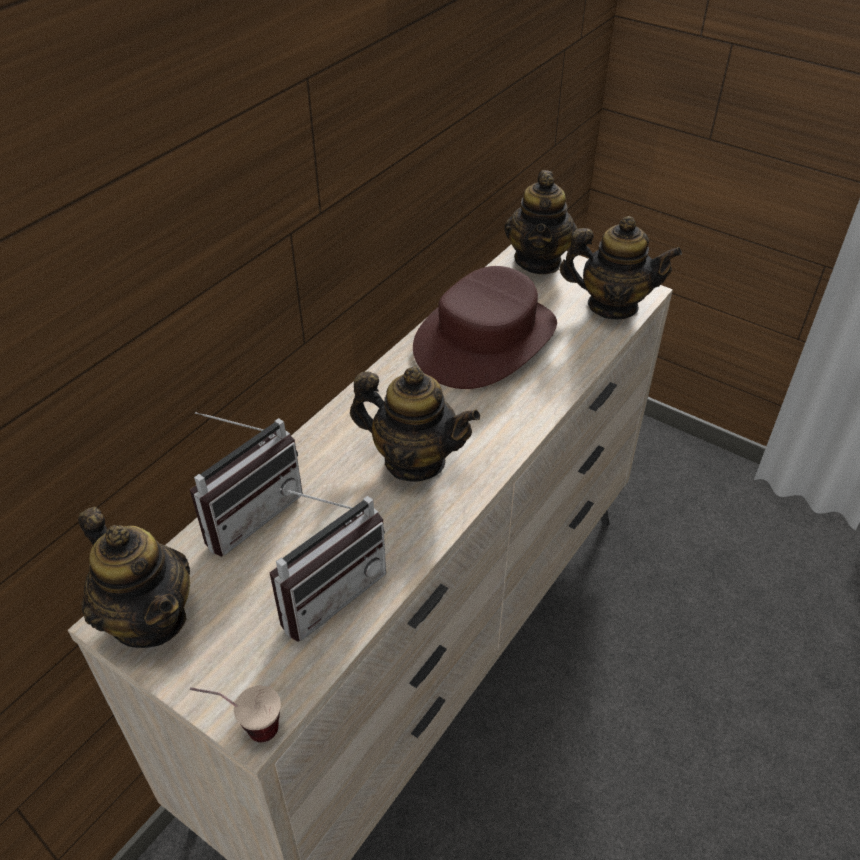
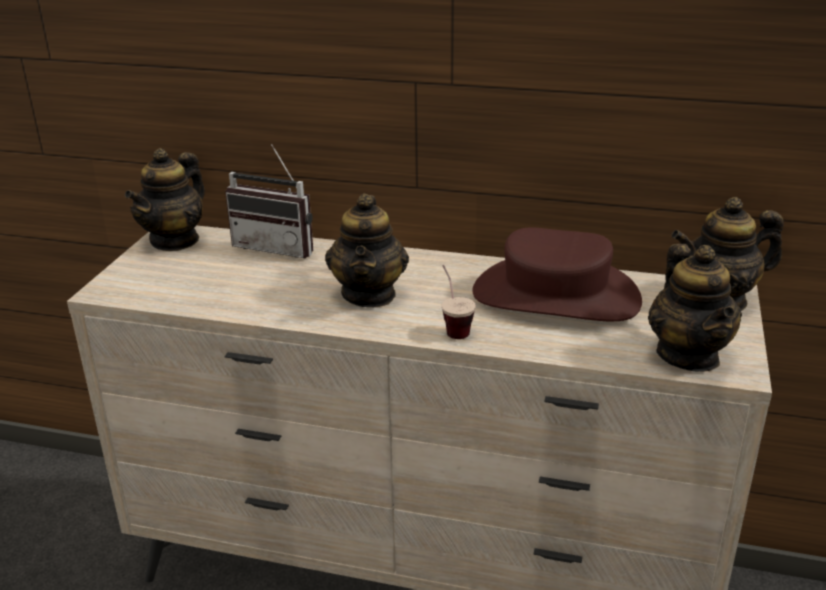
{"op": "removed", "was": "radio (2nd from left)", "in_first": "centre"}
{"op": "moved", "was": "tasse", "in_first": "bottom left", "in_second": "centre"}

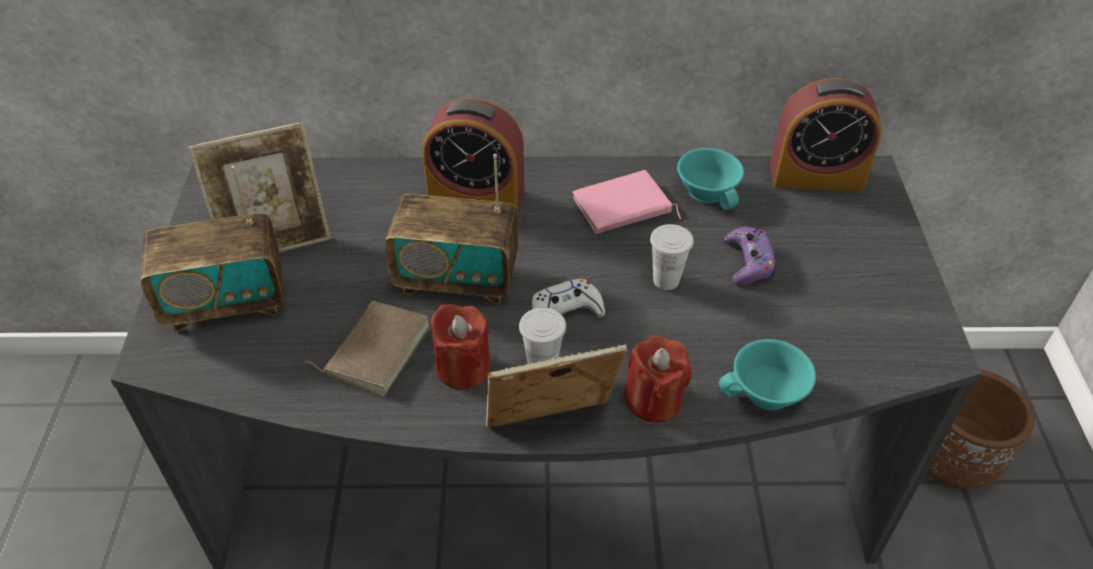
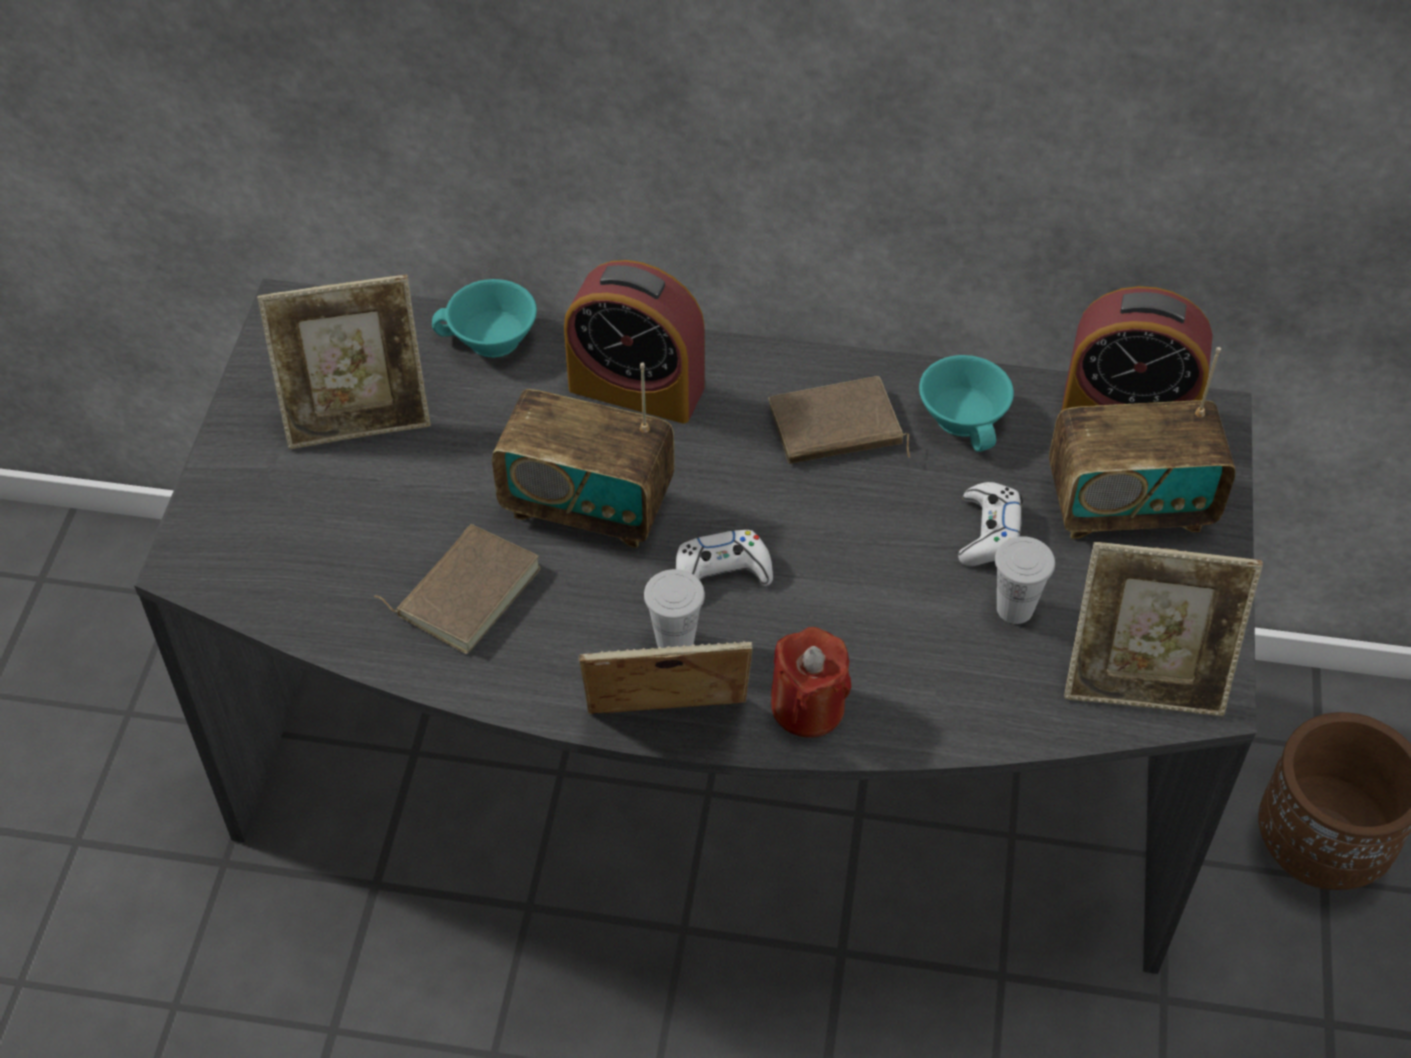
{"op": "moved", "was": "radio (1st from left in the first image)", "now": "radio (2nd from left)", "in_first": "middle left", "in_second": "middle right"}
{"op": "recoloured", "was": "livre/rose", "now": "livre/marron (2nd from left)", "in_first": "centre", "in_second": "centre"}
{"op": "moved", "was": "tasse/blanc (2nd from left)", "in_first": "centre", "in_second": "middle right"}
{"op": "recoloured", "was": "manette/violet", "now": "manette/blanc (2nd from left)", "in_first": "middle right", "in_second": "middle right"}
{"op": "removed", "was": "bougie/rouge (1st from left)", "in_first": "centre"}
{"op": "moved", "was": "tasse/turquoise (2nd from left in the first image)", "now": "tasse/turquoise (1st from left)", "in_first": "middle right", "in_second": "top centre"}
{"op": "added", "now": "cadre photo (3rd from left)", "in_second": "middle right"}

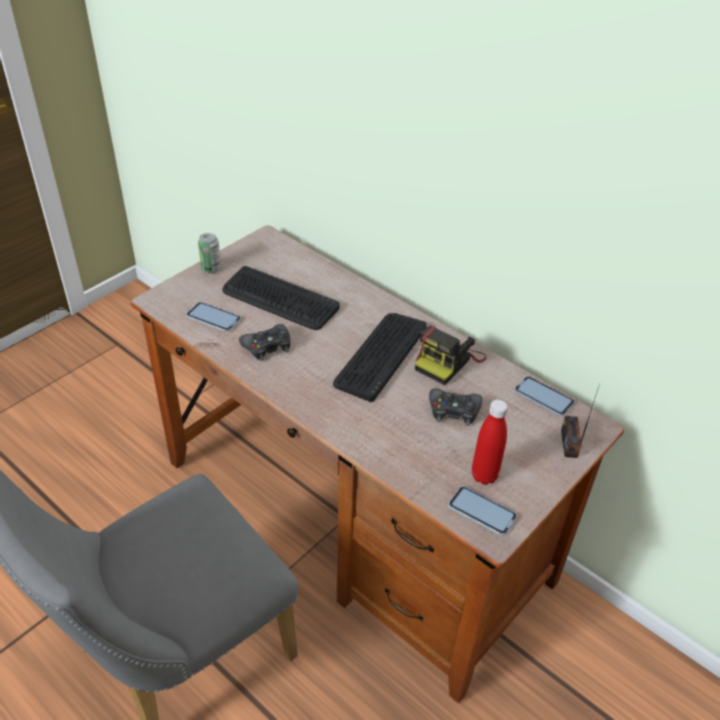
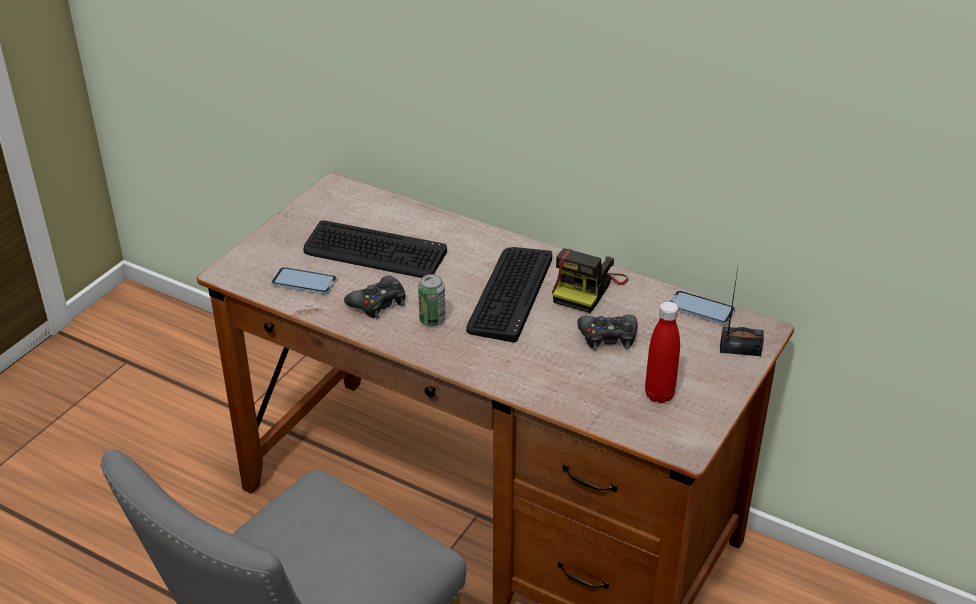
{"op": "moved", "was": "boîte métallique", "in_first": "middle left", "in_second": "centre"}
{"op": "turned", "was": "radio", "in_first": "middle right", "in_second": "middle right", "clockwise": 105}
{"op": "removed", "was": "téléphone (2nd from left)", "in_first": "bottom right"}

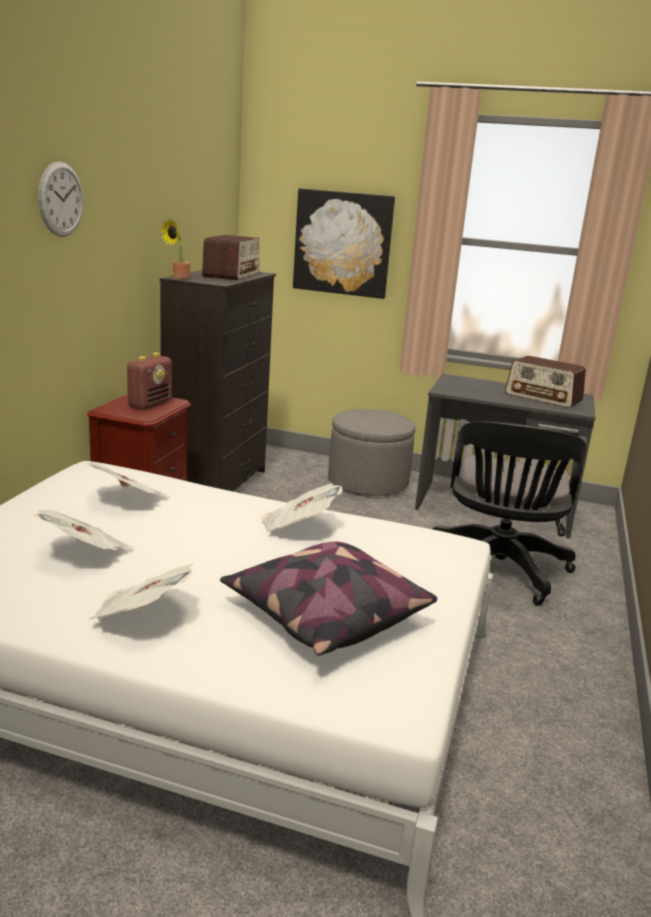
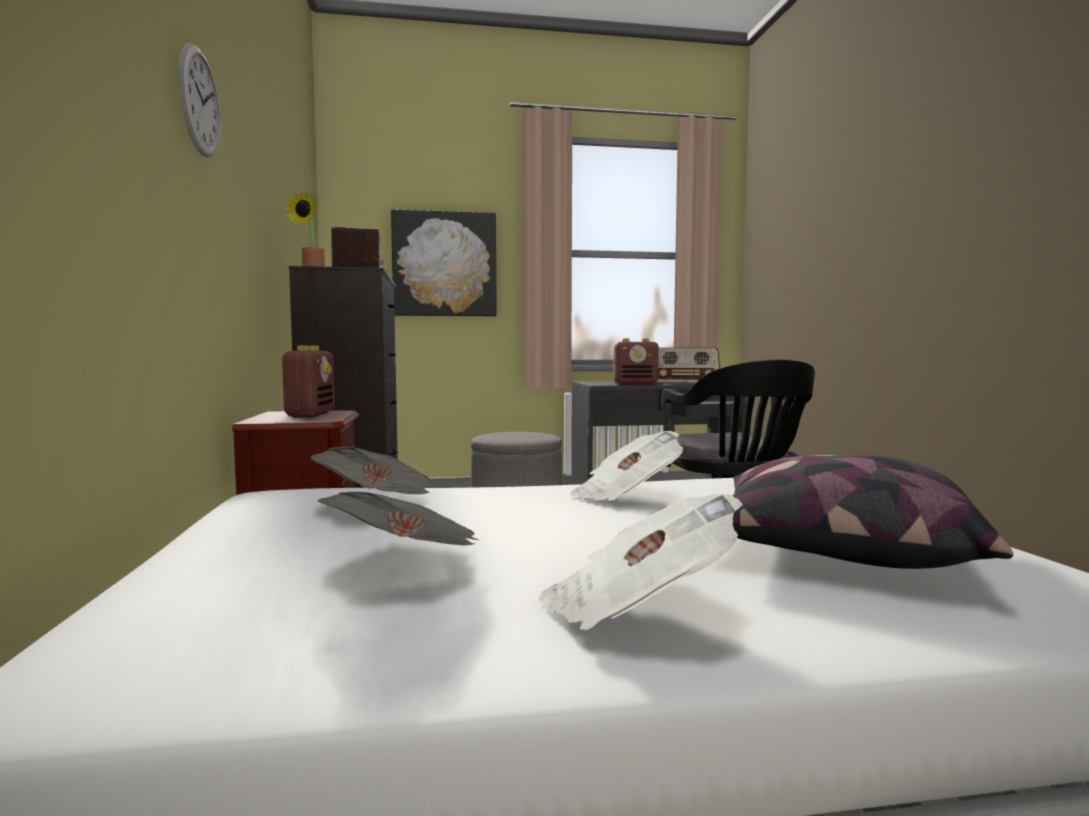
{"op": "added", "now": "radio (3rd from left)", "in_second": "centre"}

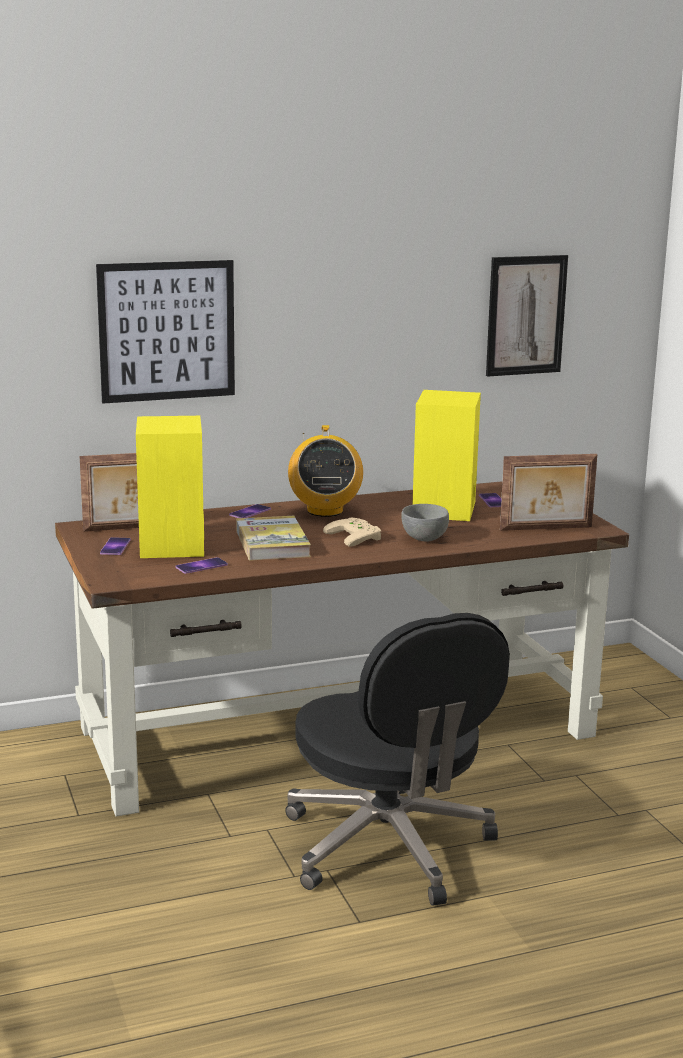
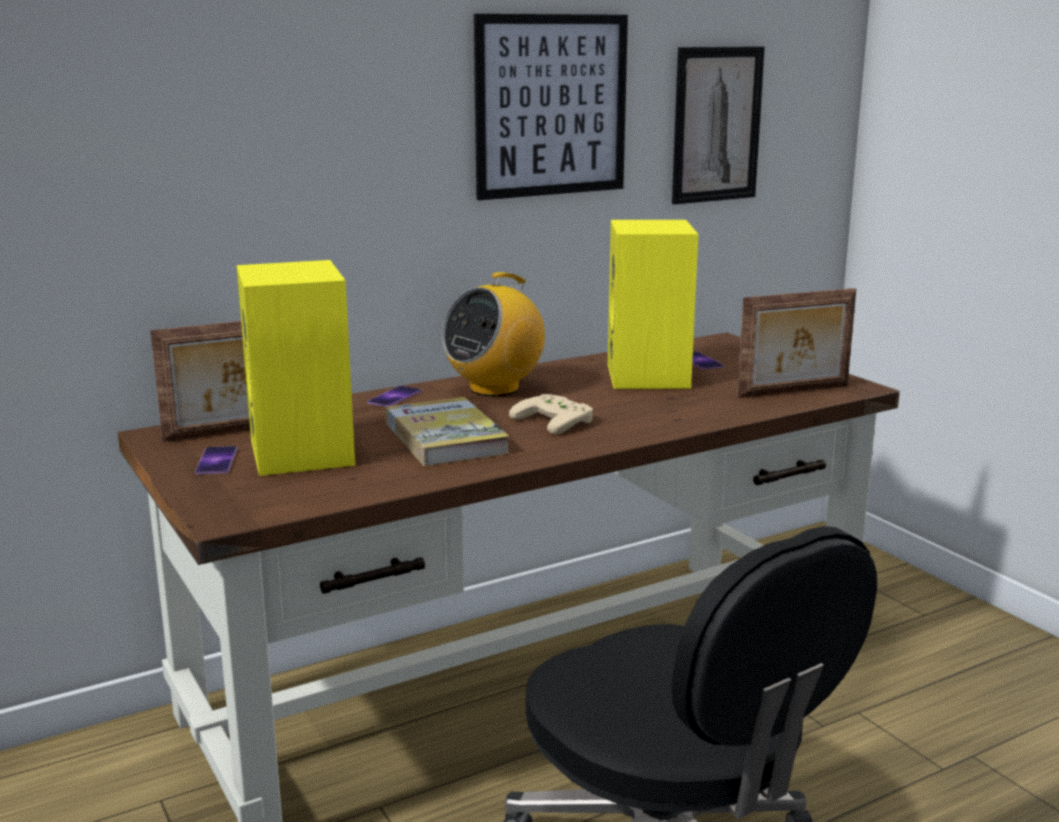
{"op": "moved", "was": "tableau (1st from left)", "in_first": "top left", "in_second": "top centre"}
{"op": "turned", "was": "radio", "in_first": "centre", "in_second": "centre", "clockwise": 60}
{"op": "removed", "was": "bol/gris", "in_first": "centre"}
{"op": "removed", "was": "téléphone (2nd from left)", "in_first": "middle left"}

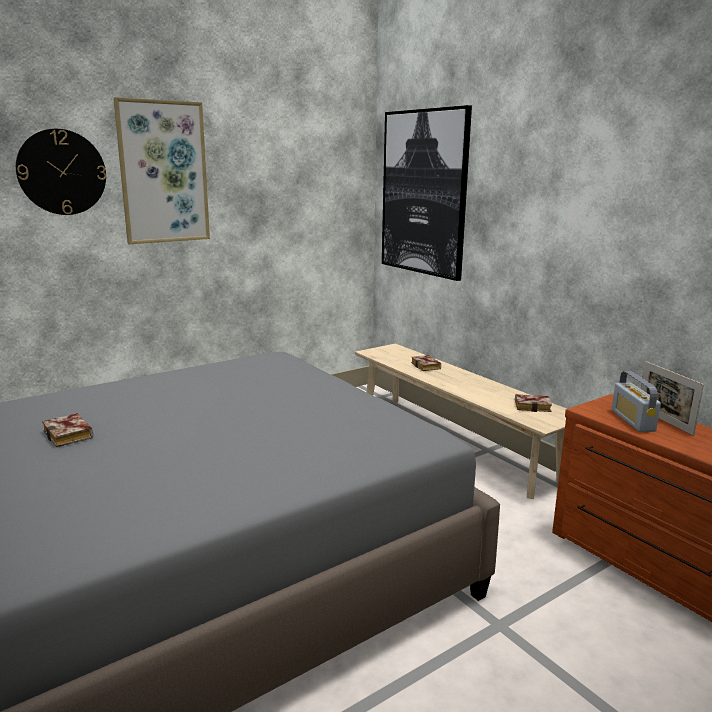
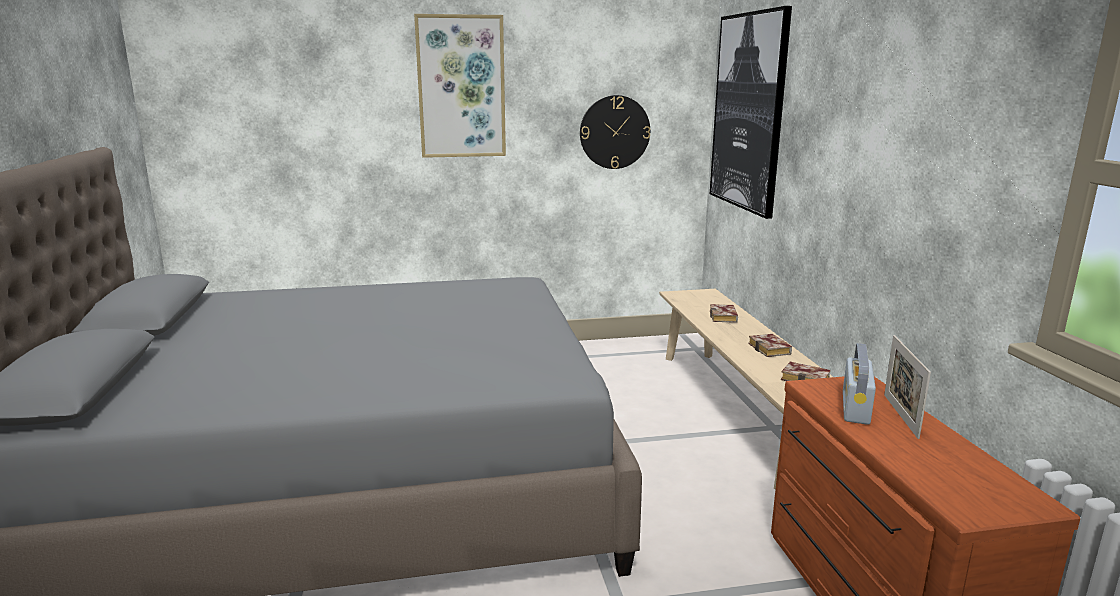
{"op": "moved", "was": "horloge murale", "in_first": "top left", "in_second": "top centre"}
{"op": "moved", "was": "livre (1st from left in the first image)", "now": "livre (2nd from left)", "in_first": "middle left", "in_second": "middle right"}

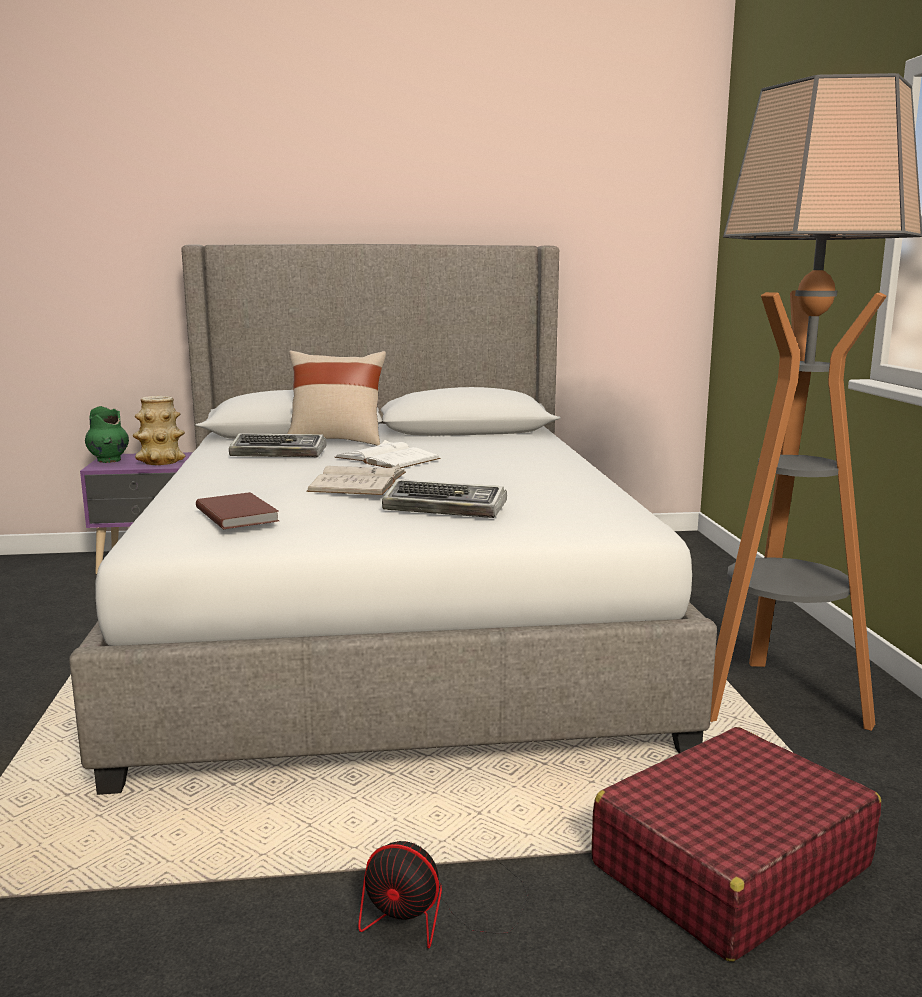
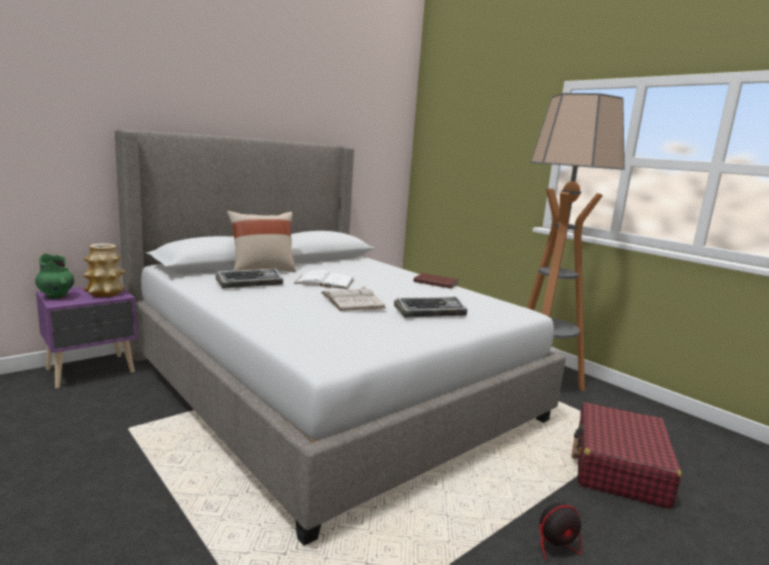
{"op": "moved", "was": "livre/marron", "in_first": "middle left", "in_second": "centre"}

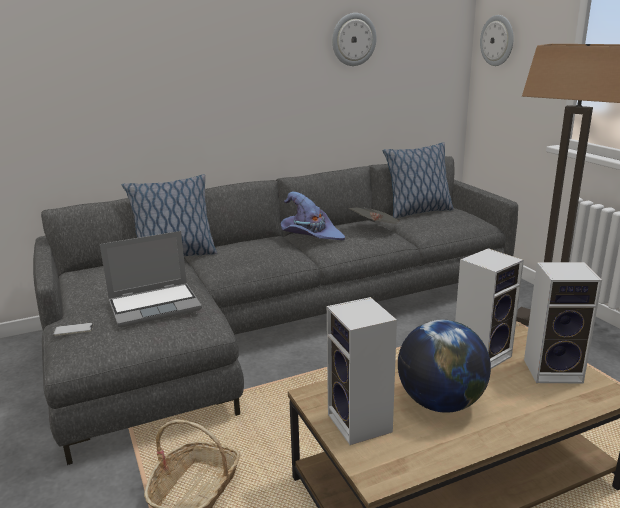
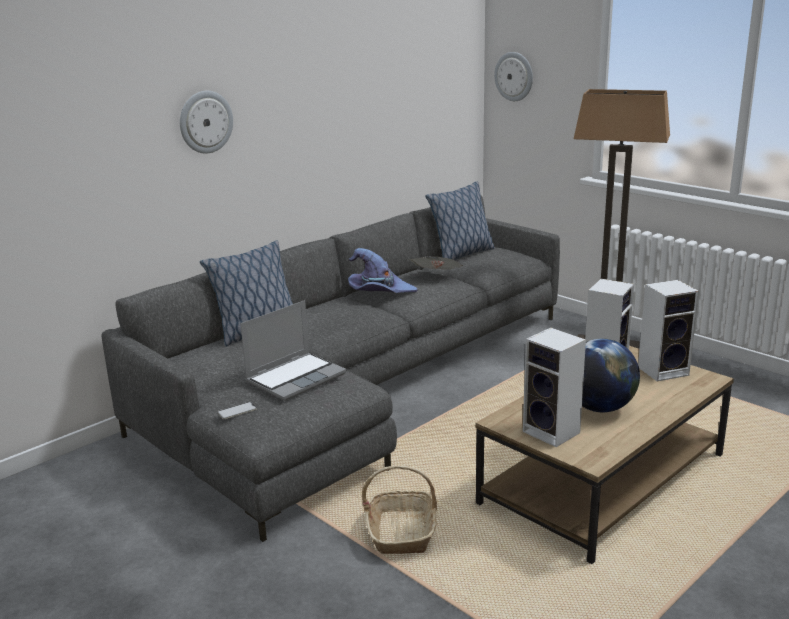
{"op": "moved", "was": "horloge murale (1st from left)", "in_first": "top centre", "in_second": "top left"}

